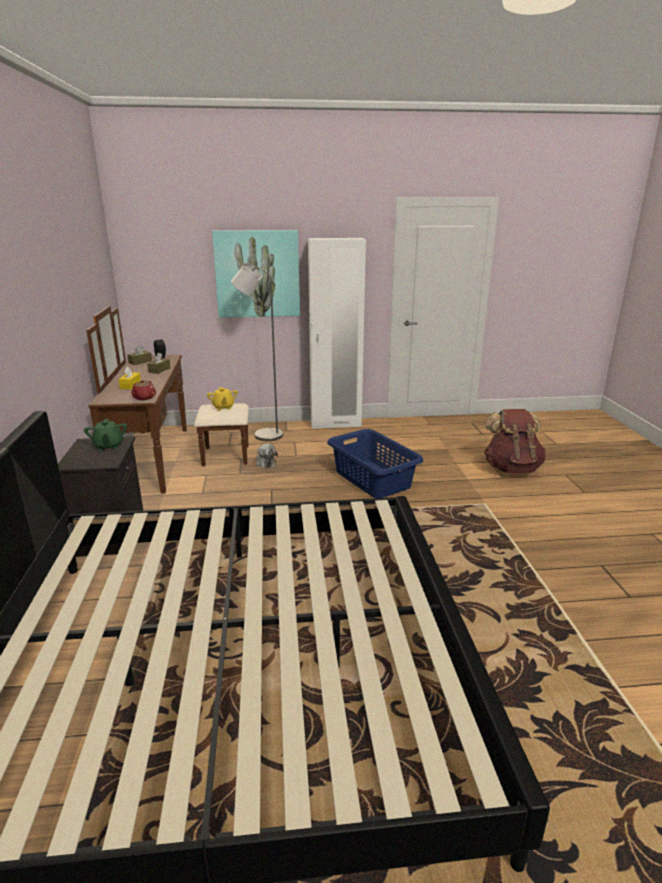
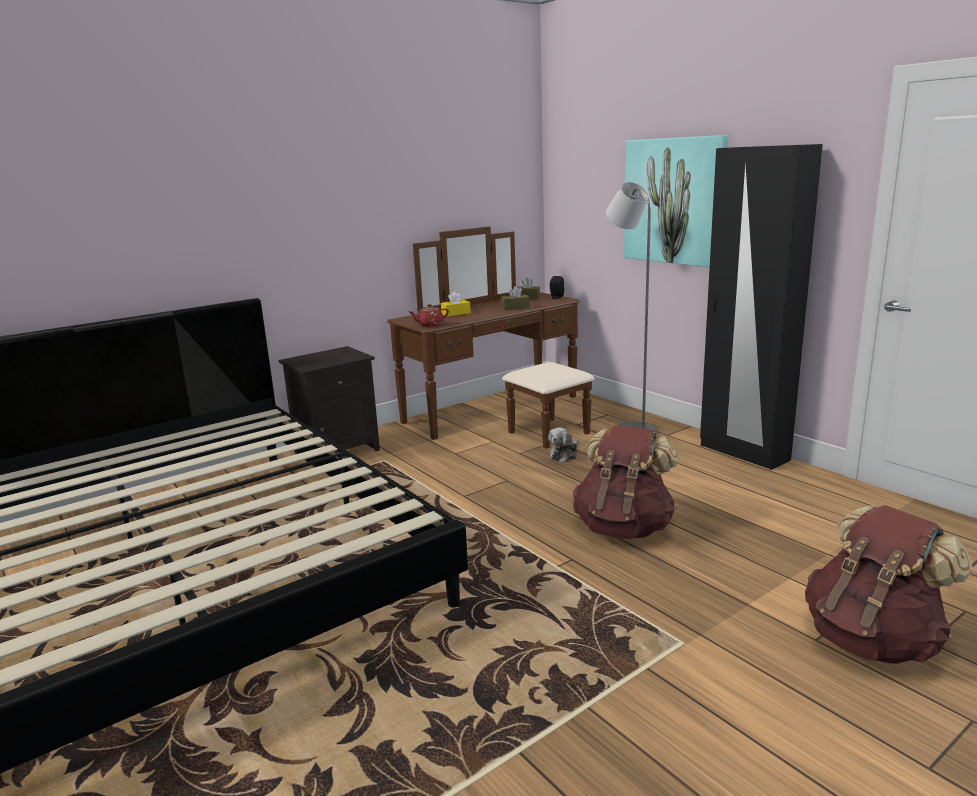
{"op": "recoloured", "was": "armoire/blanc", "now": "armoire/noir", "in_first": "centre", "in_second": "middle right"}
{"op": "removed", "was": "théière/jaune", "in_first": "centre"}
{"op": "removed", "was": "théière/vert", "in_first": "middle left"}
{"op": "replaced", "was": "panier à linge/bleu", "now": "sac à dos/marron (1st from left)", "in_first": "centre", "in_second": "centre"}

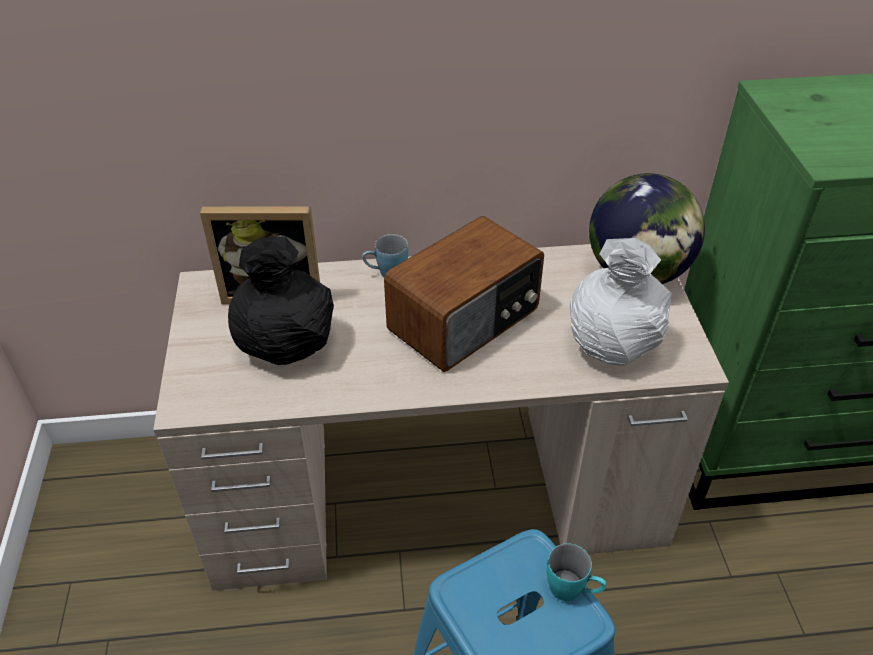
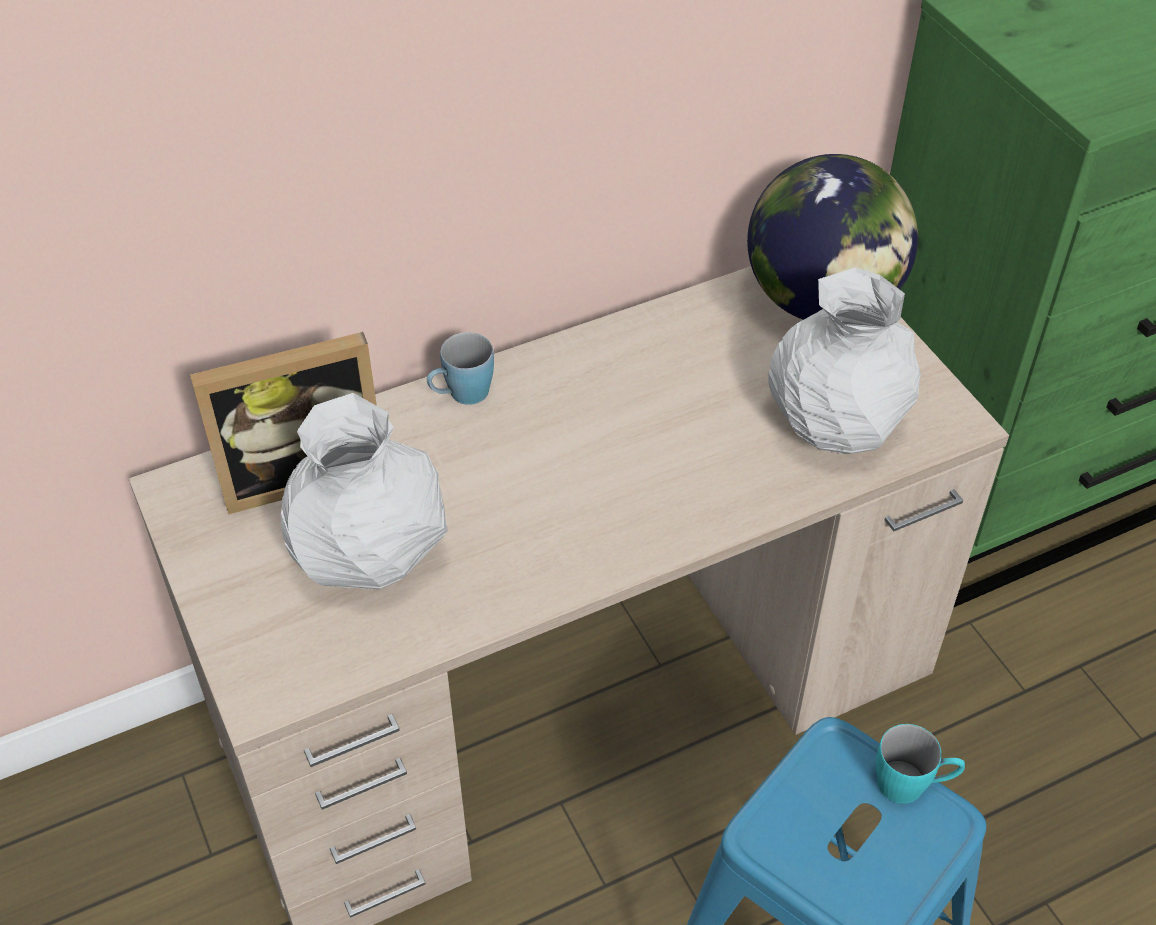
{"op": "removed", "was": "radio", "in_first": "centre"}
{"op": "recoloured", "was": "vase/noir", "now": "vase/blanc (1st from left)", "in_first": "middle left", "in_second": "middle left"}

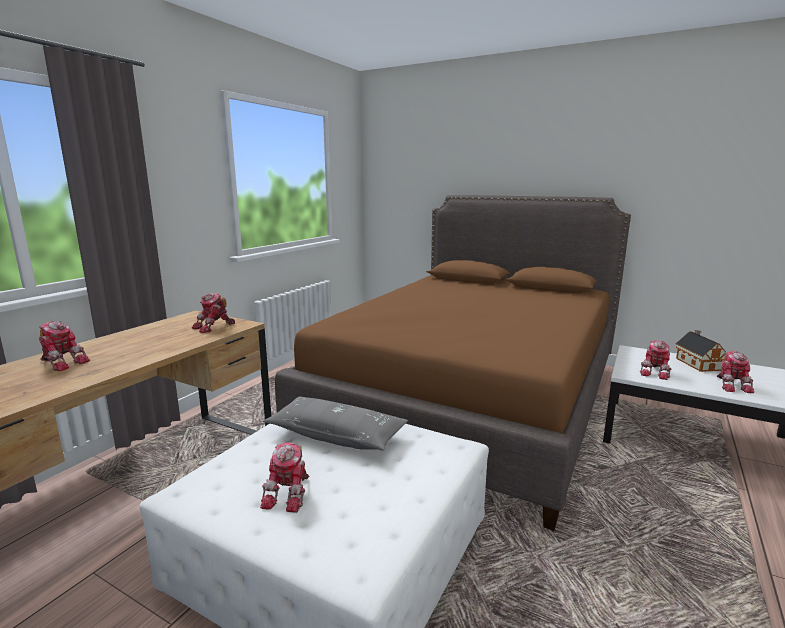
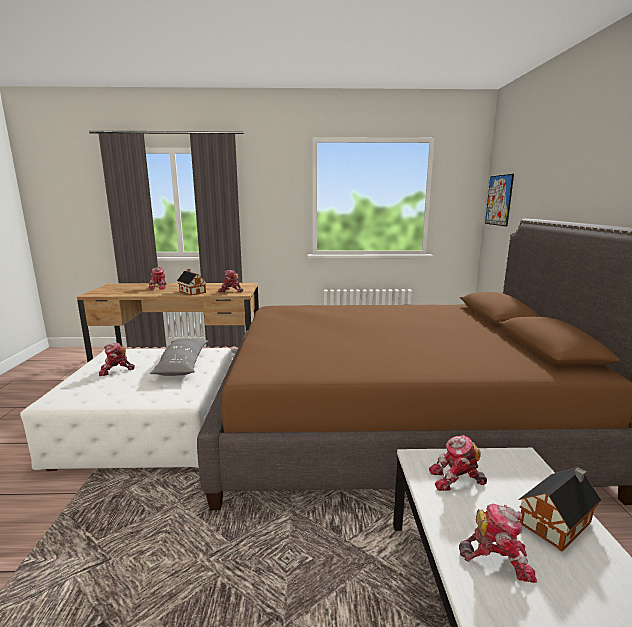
{"op": "turned", "was": "robot jouet (5th from left)", "in_first": "middle right", "in_second": "bottom right", "clockwise": -150}
{"op": "added", "now": "tableau", "in_second": "top right"}
{"op": "added", "now": "maison miniature (1st from left)", "in_second": "middle left"}

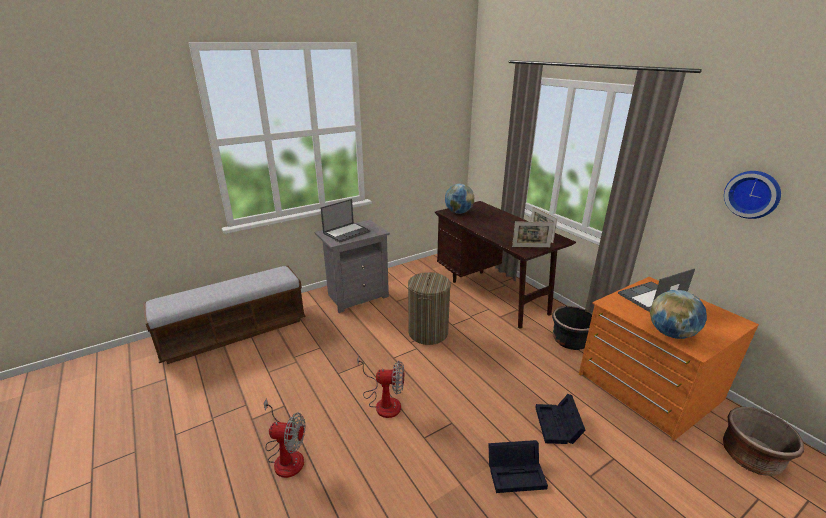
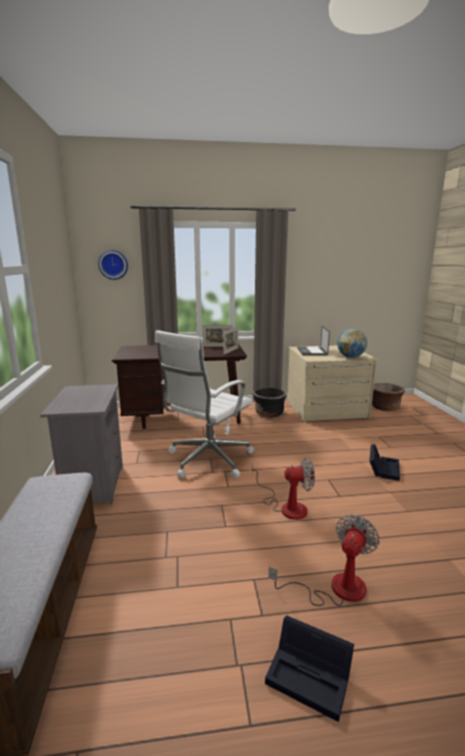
{"op": "moved", "was": "horloge murale", "in_first": "middle right", "in_second": "middle left"}
{"op": "removed", "was": "globe (1st from left)", "in_first": "centre"}
{"op": "removed", "was": "ordinateur portable (1st from left)", "in_first": "centre"}
{"op": "replaced", "was": "panier à linge", "now": "chaise de bureau/blanc", "in_first": "centre", "in_second": "centre"}
{"op": "recoloured", "was": "commode/orange", "now": "commode/beige", "in_first": "bottom right", "in_second": "middle right"}
{"op": "turned", "was": "ventilateur (2nd from left in the first image)", "in_first": "bottom centre", "in_second": "centre", "clockwise": 60}
{"op": "moved", "was": "boîte de rangement/noir (2nd from left in the first image)", "now": "boîte de rangement/noir (1st from left)", "in_first": "bottom right", "in_second": "bottom centre"}

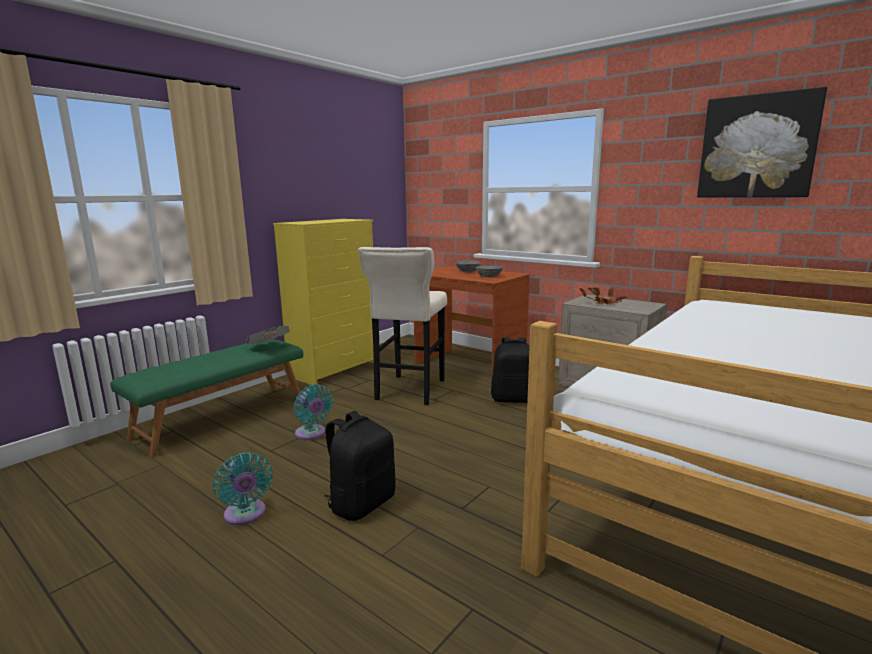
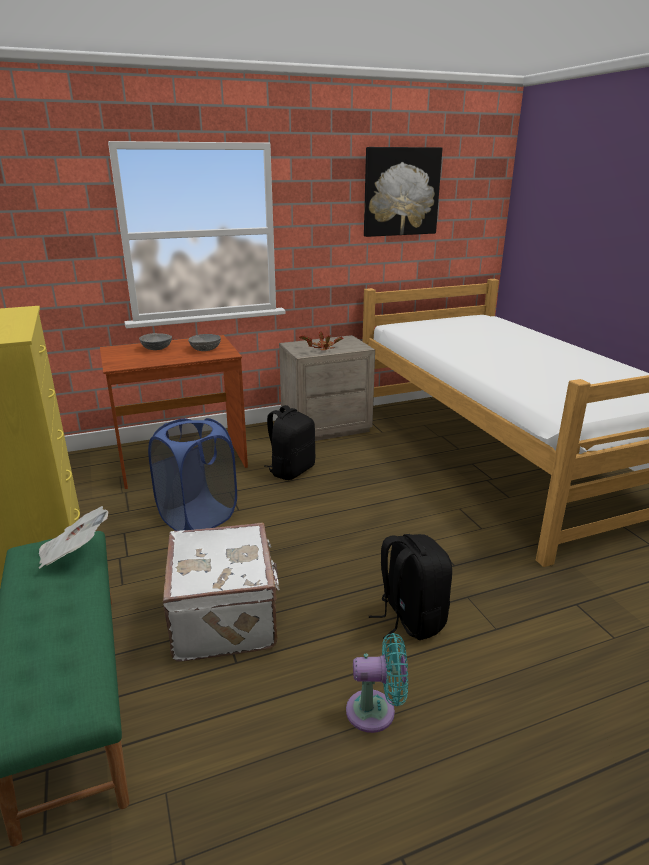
{"op": "replaced", "was": "tabouret/beige", "now": "panier à linge/bleu", "in_first": "centre", "in_second": "middle left"}
{"op": "replaced", "was": "ventilateur/turquoise (2nd from left)", "now": "valise/blanc", "in_first": "centre", "in_second": "bottom centre"}

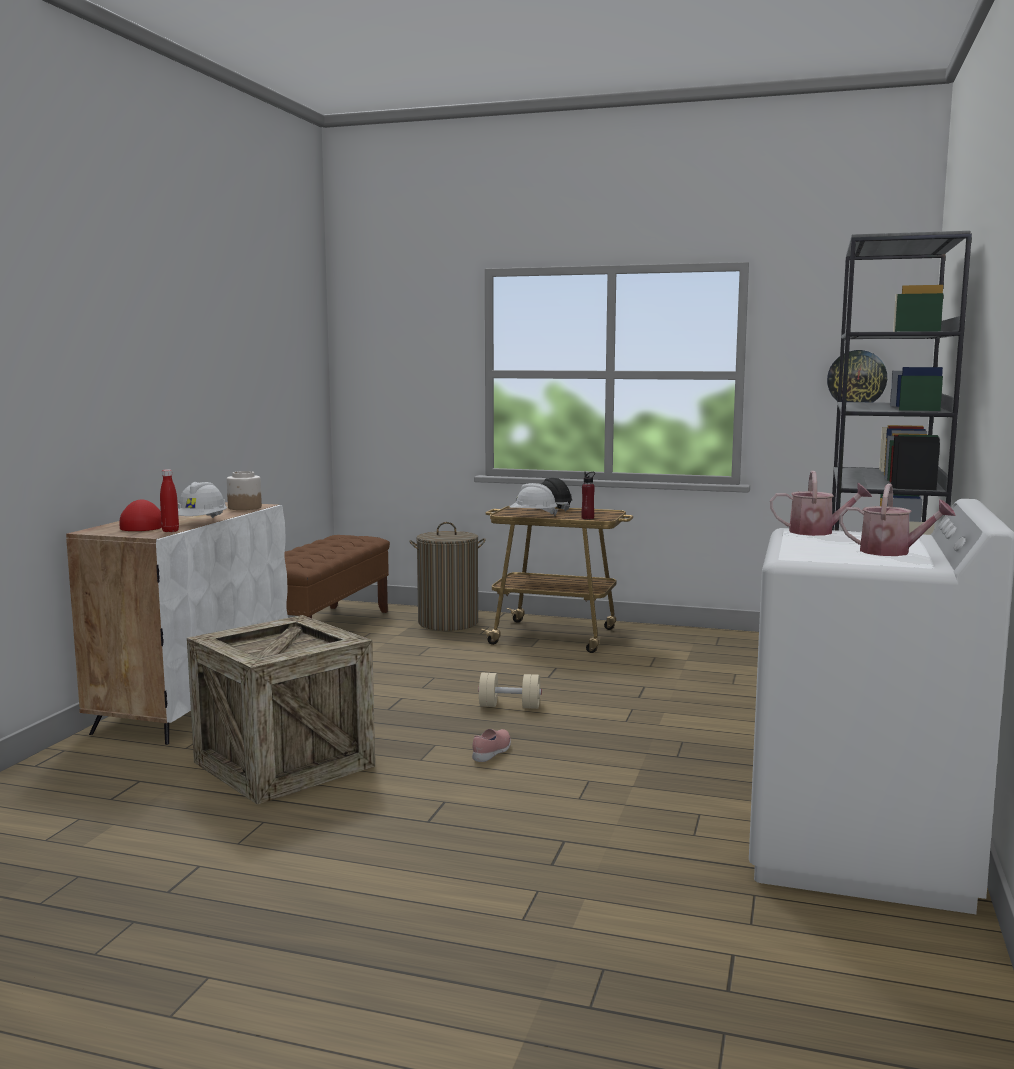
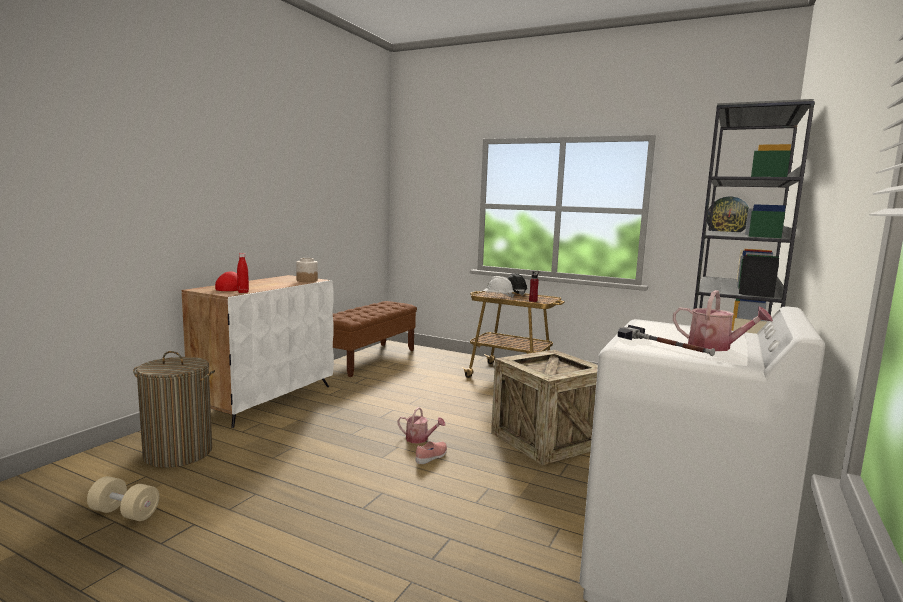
{"op": "moved", "was": "arrosoir (1st from left)", "in_first": "middle right", "in_second": "bottom centre"}
{"op": "removed", "was": "casque de chantier/blanc (1st from left)", "in_first": "middle left"}
{"op": "moved", "was": "panier à linge", "in_first": "centre", "in_second": "bottom left"}
{"op": "moved", "was": "caisse", "in_first": "middle left", "in_second": "bottom centre"}
{"op": "moved", "was": "haltère/beige", "in_first": "centre", "in_second": "bottom left"}
{"op": "added", "now": "marteau", "in_second": "middle right"}

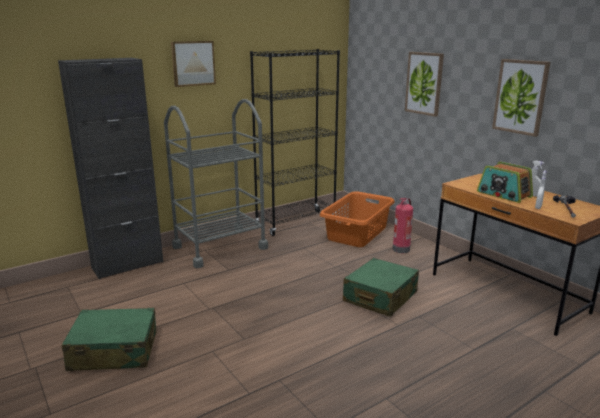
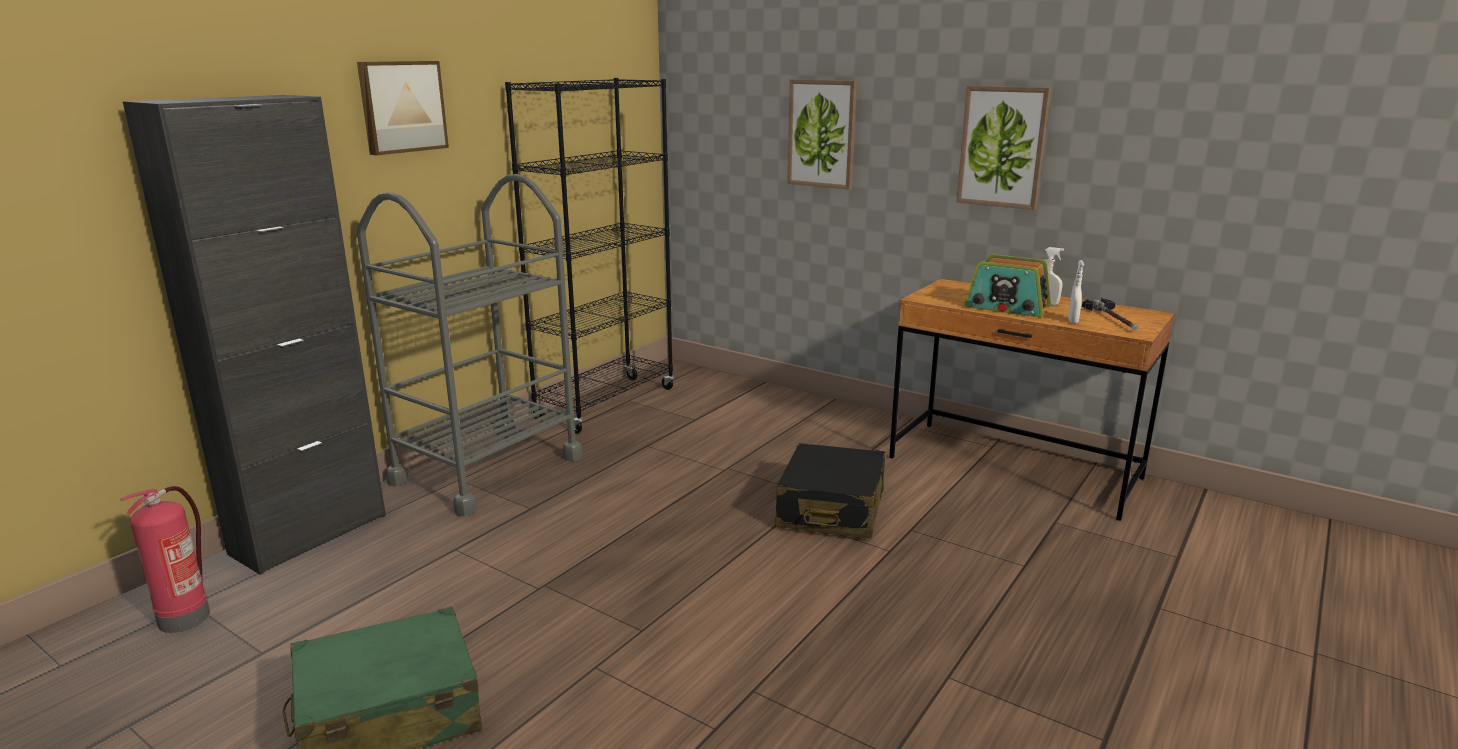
{"op": "removed", "was": "panier à linge/orange", "in_first": "centre"}
{"op": "moved", "was": "extincteur", "in_first": "middle right", "in_second": "bottom left"}
{"op": "recoloured", "was": "valise/vert (2nd from left)", "now": "valise/noir", "in_first": "bottom centre", "in_second": "centre"}

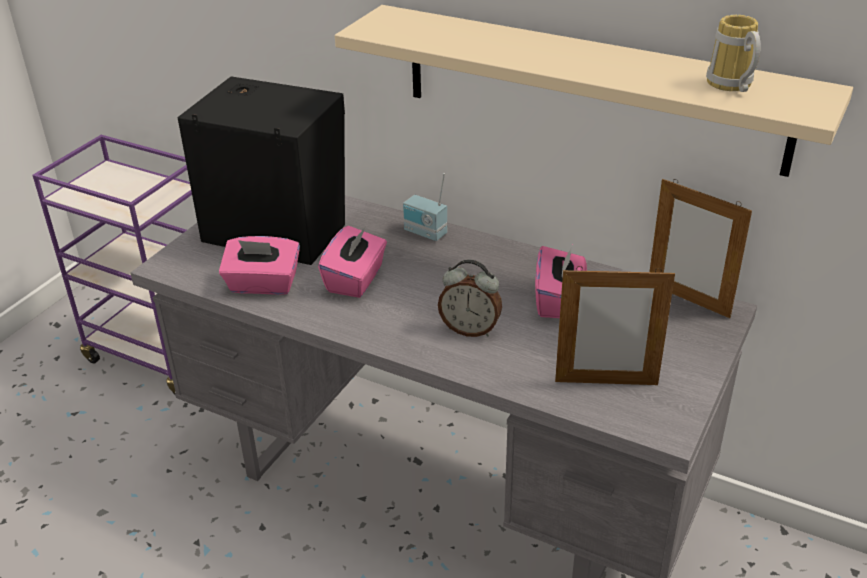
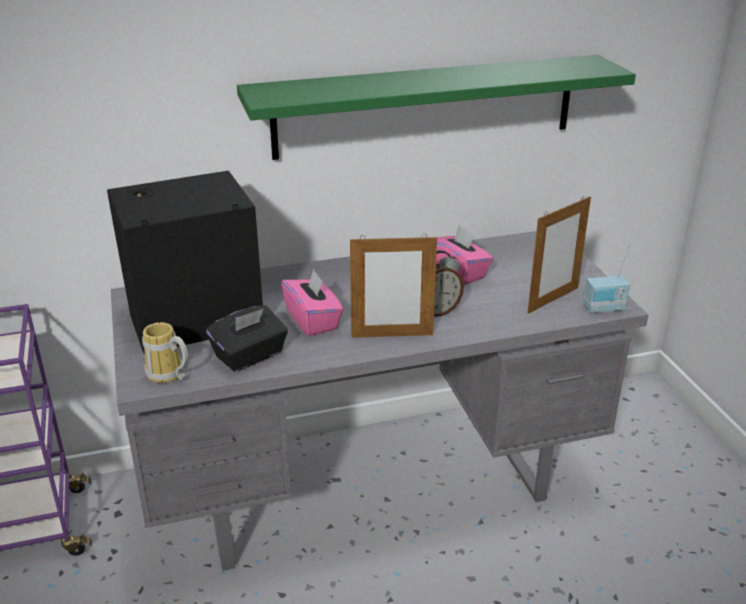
{"op": "recoloured", "was": "étagère/beige", "now": "étagère/vert", "in_first": "top right", "in_second": "top centre"}
{"op": "moved", "was": "mug", "in_first": "top right", "in_second": "middle left"}
{"op": "moved", "was": "radio", "in_first": "centre", "in_second": "middle right"}
{"op": "moved", "was": "cadre photo (2nd from left in the first image)", "now": "cadre photo (1st from left)", "in_first": "middle right", "in_second": "centre"}
{"op": "recoloured", "was": "boîte à mouchoirs/rose (1st from left)", "now": "boîte à mouchoirs/noir", "in_first": "middle left", "in_second": "middle left"}

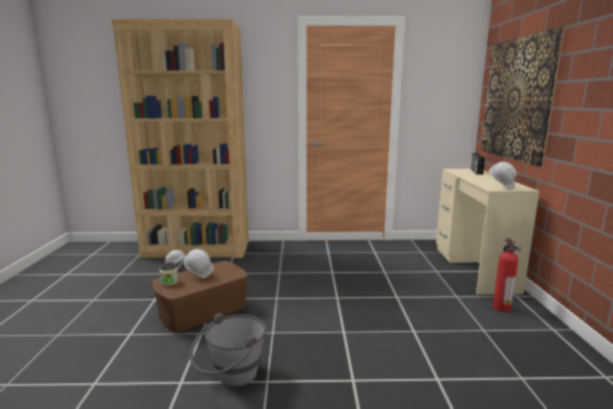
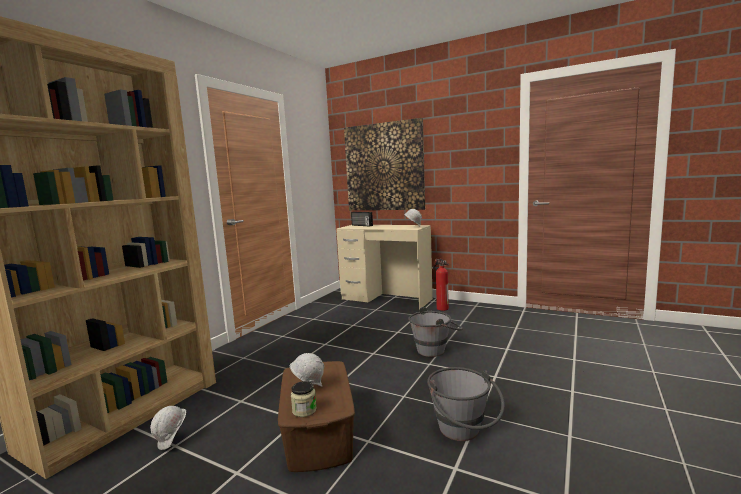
{"op": "added", "now": "seau/gris (1st from left)", "in_second": "bottom centre"}

